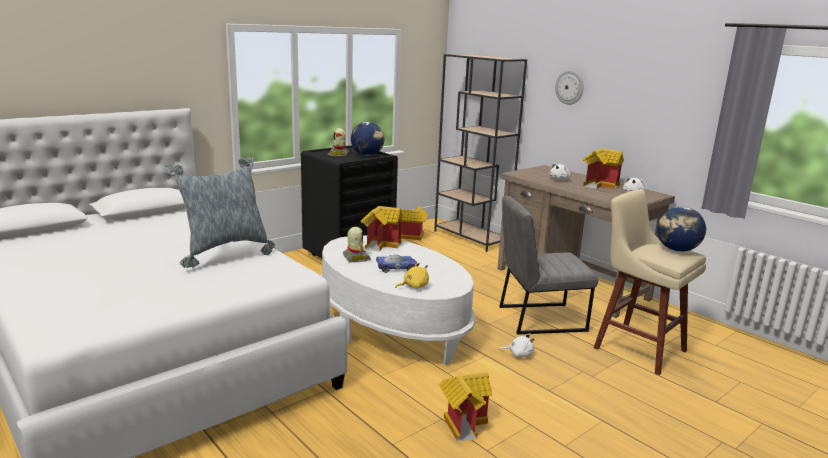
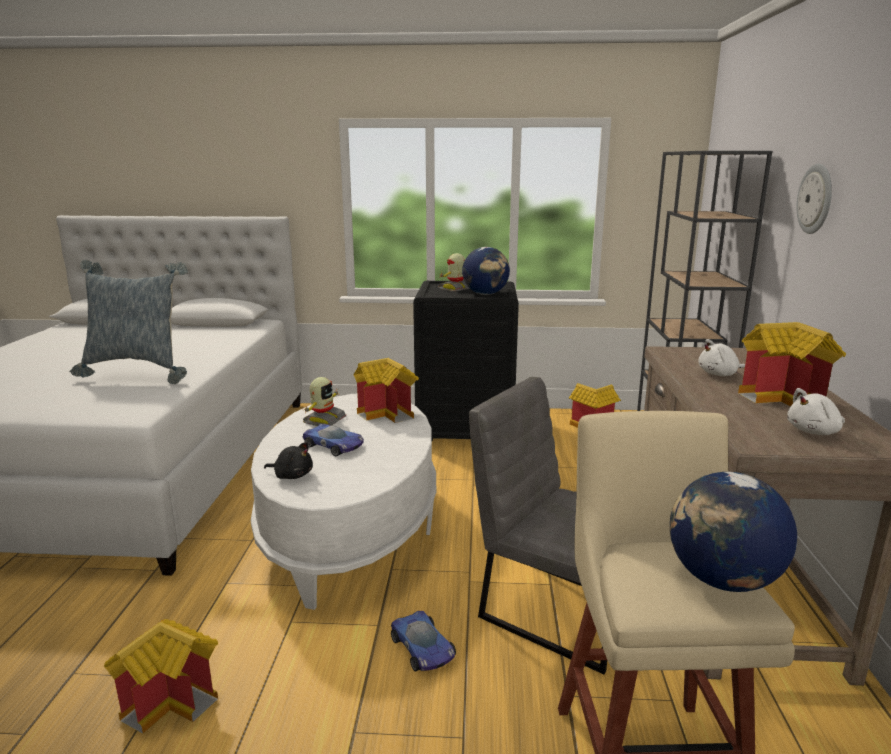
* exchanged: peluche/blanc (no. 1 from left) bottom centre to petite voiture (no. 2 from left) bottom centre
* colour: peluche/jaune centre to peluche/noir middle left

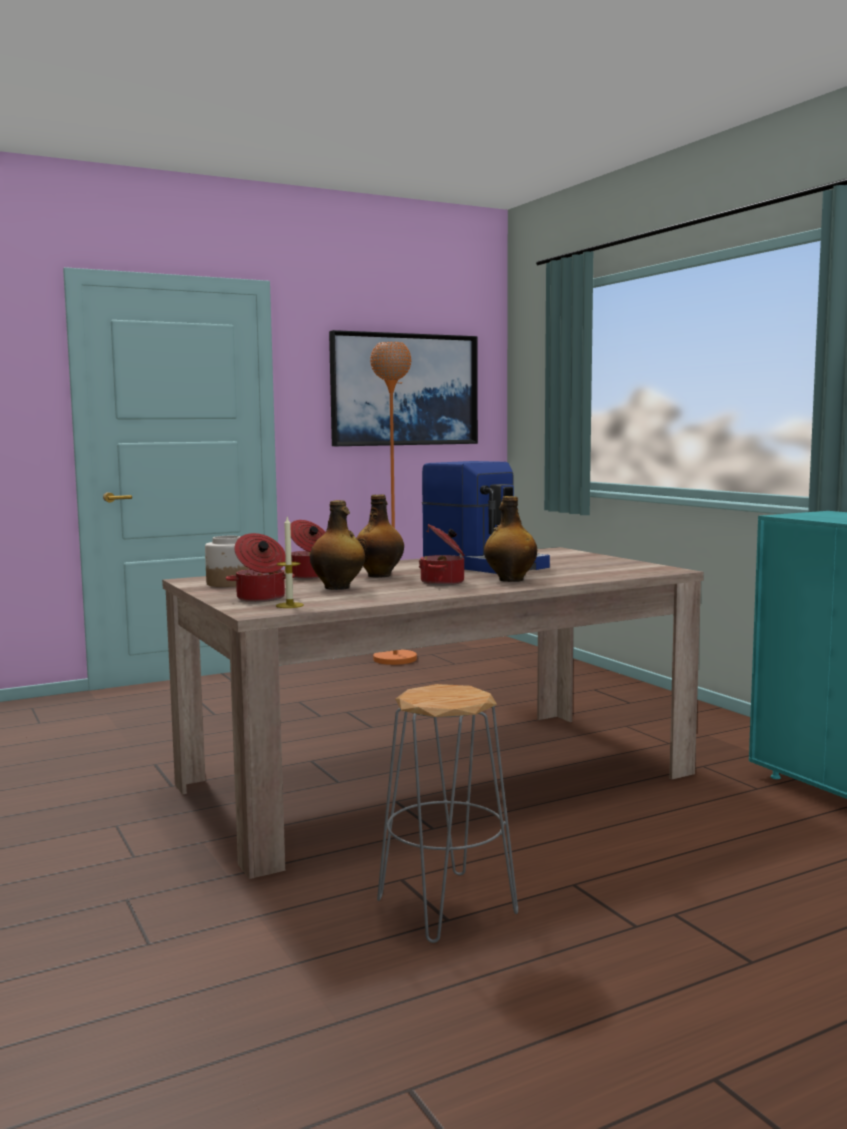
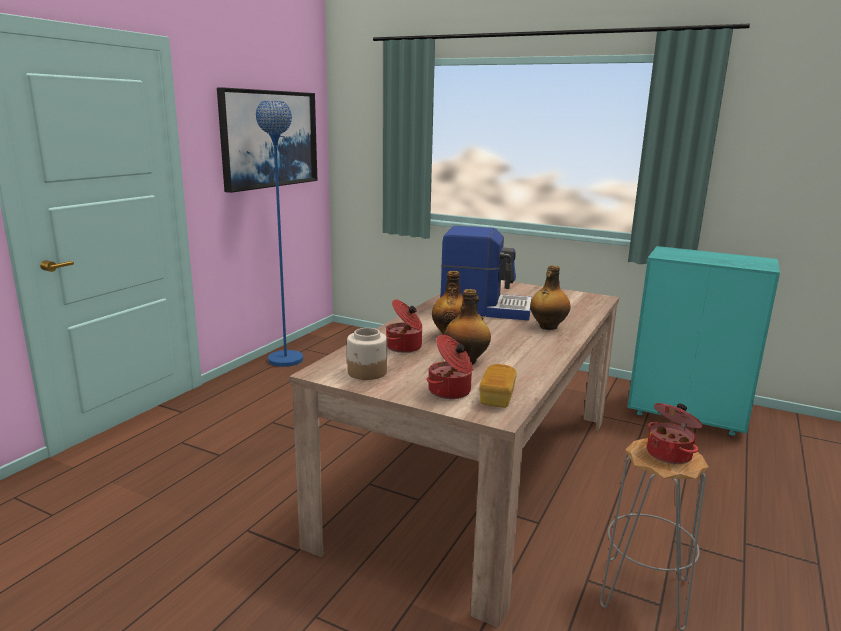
* relocated: marmite (no. 3 from left) centre to bottom right
* exchanged: bougie centre to pain centre
* colour: lampadaire/orange centre to lampadaire/bleu middle left

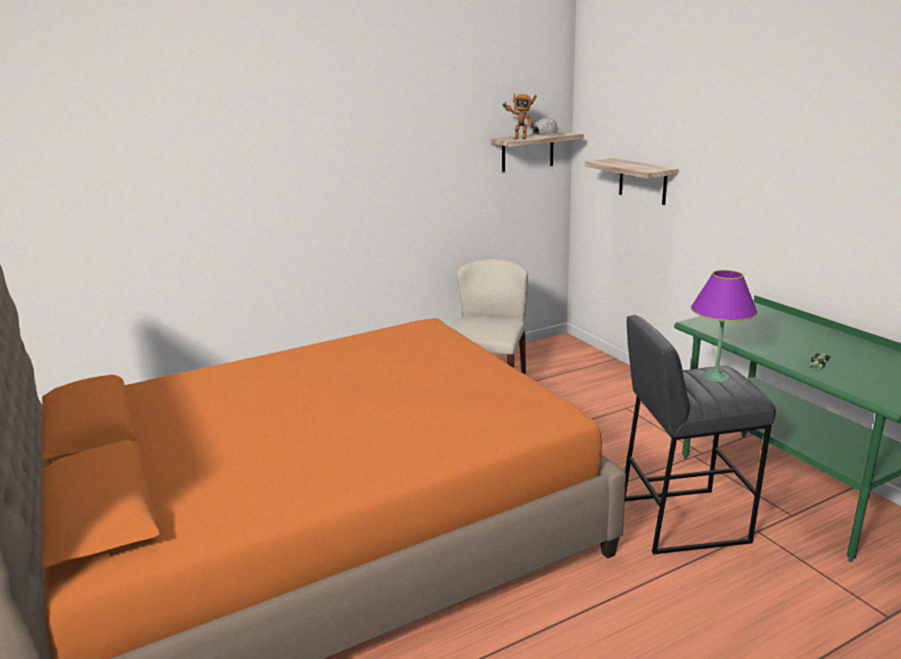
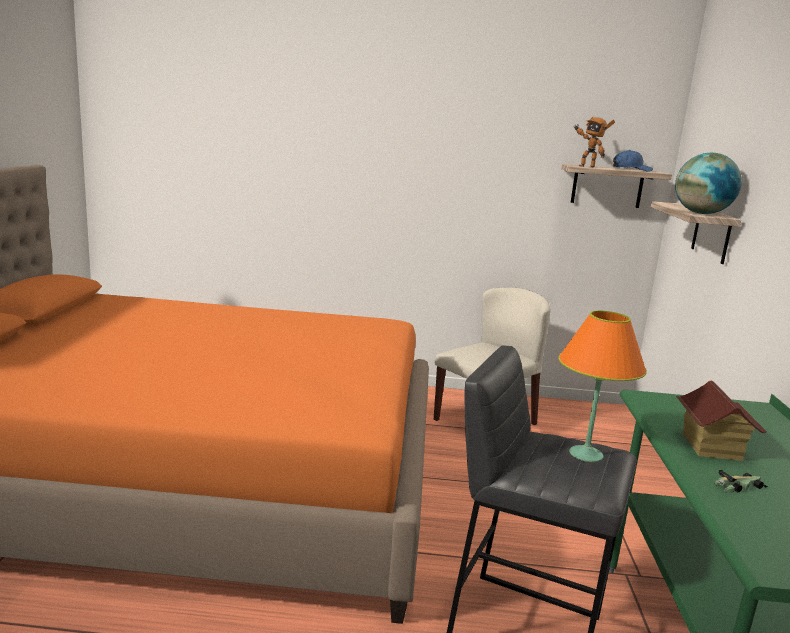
* appeared: globe top right
* appeared: maison miniature middle right
* colour: casquette/blanc top centre to casquette/bleu top right
* colour: lampe de table/violet middle right to lampe de table/orange middle right

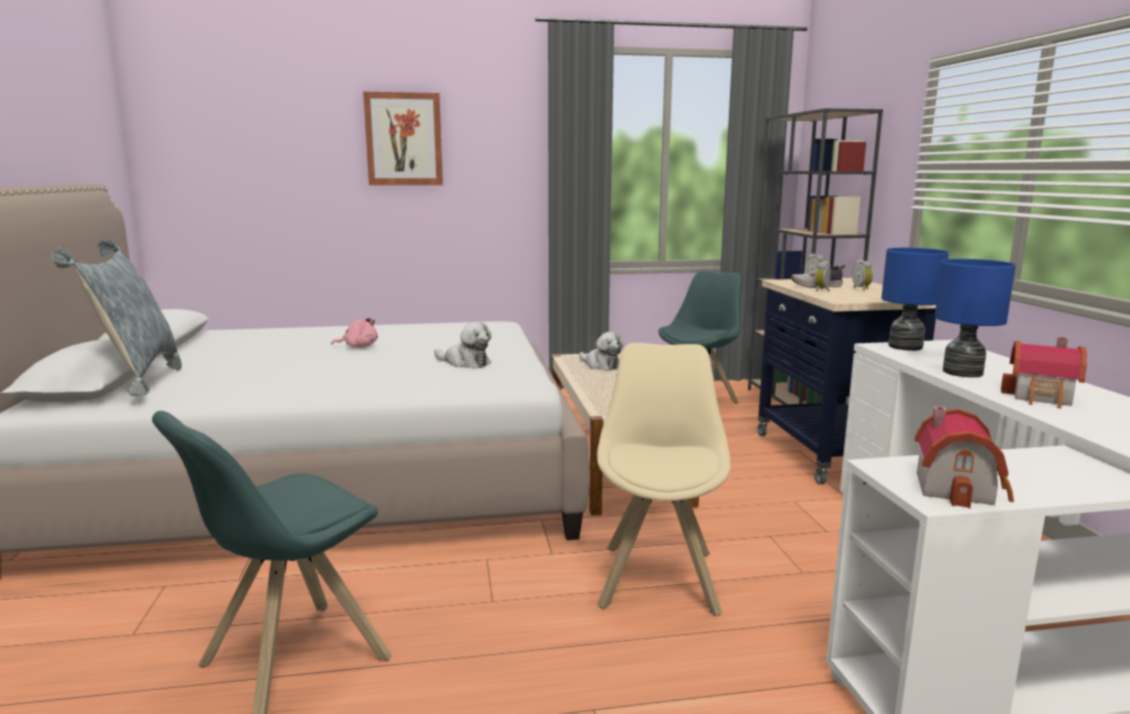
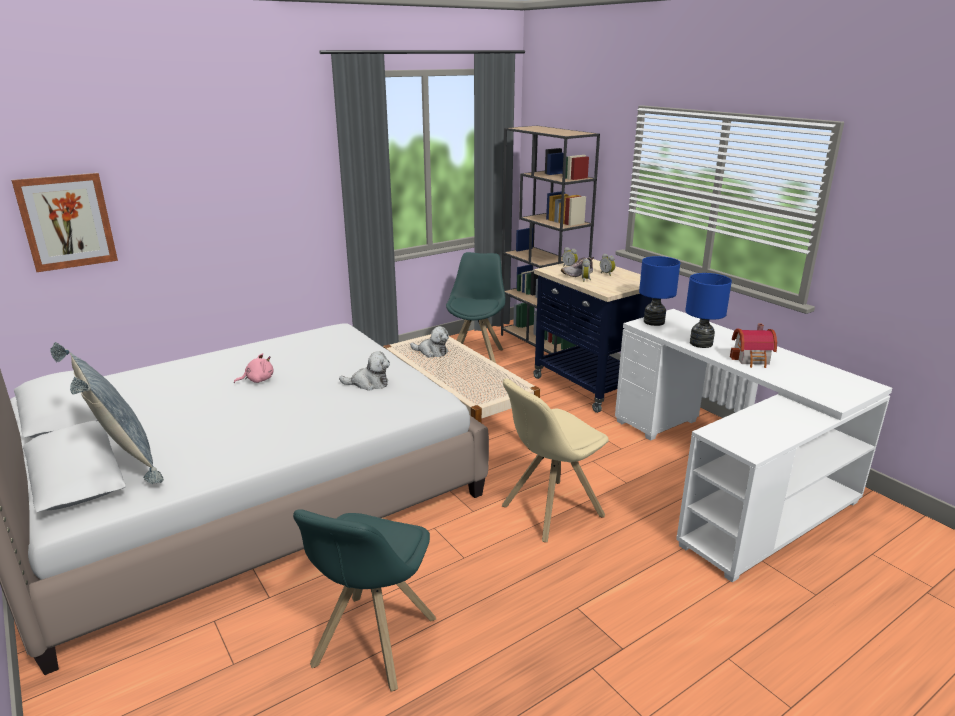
* missing: maison miniature (no. 1 from left) middle right
* relocated: tableau top centre to top left
* spun: chaise/beige bottom centre = centre 105 degrees counterclockwise

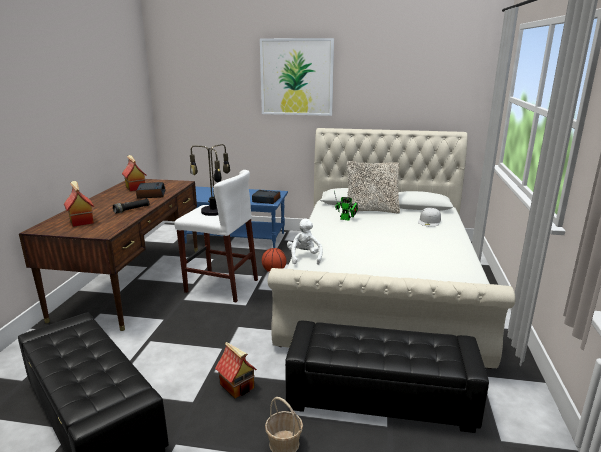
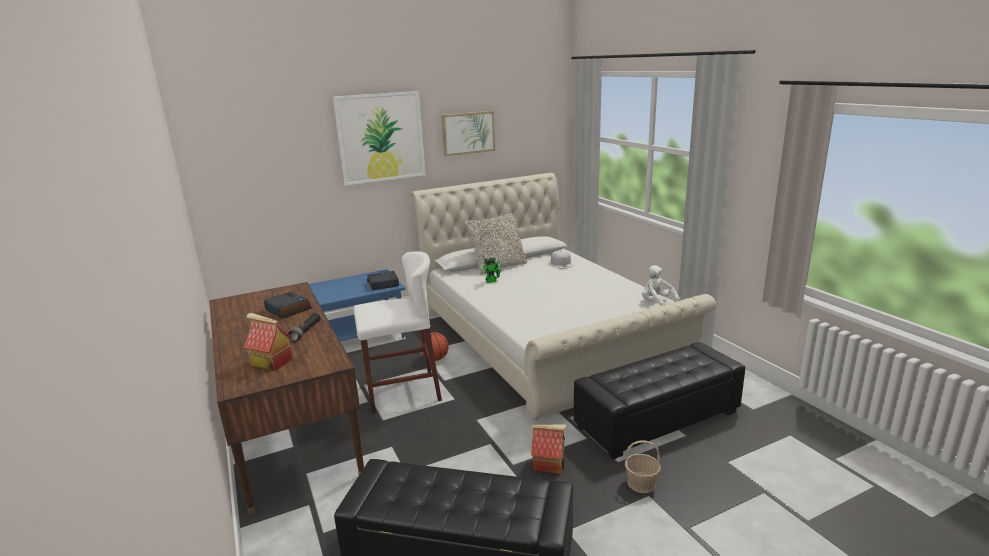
* missing: maison miniature (no. 2 from left) middle left
* missing: lampe de table centre
* appeared: tableau (no. 2 from left) top centre
* relocated: peluche/blanc centre to middle right

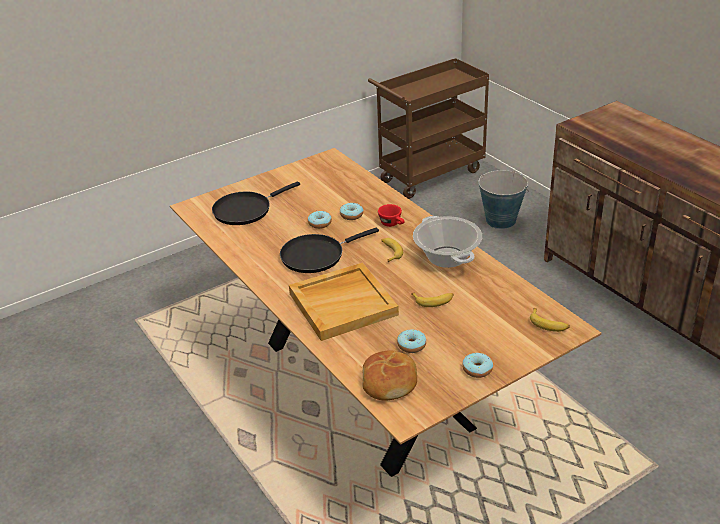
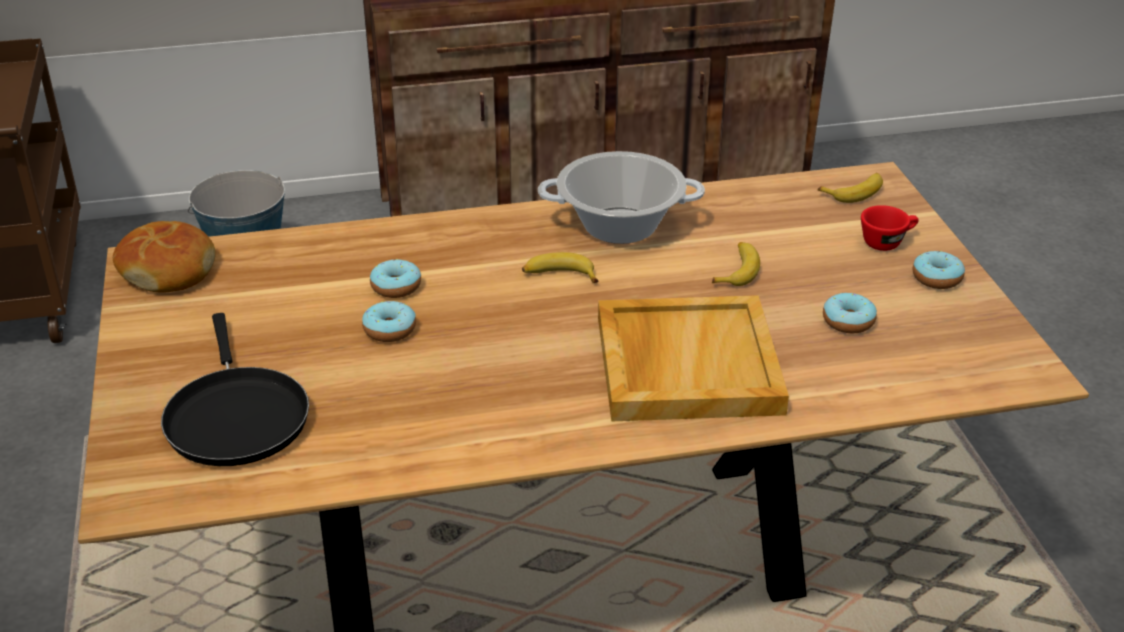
* missing: poêle/noir (no. 2 from left) centre
* relocated: pain bottom centre to middle left
* relocated: tasse/rouge centre to middle right

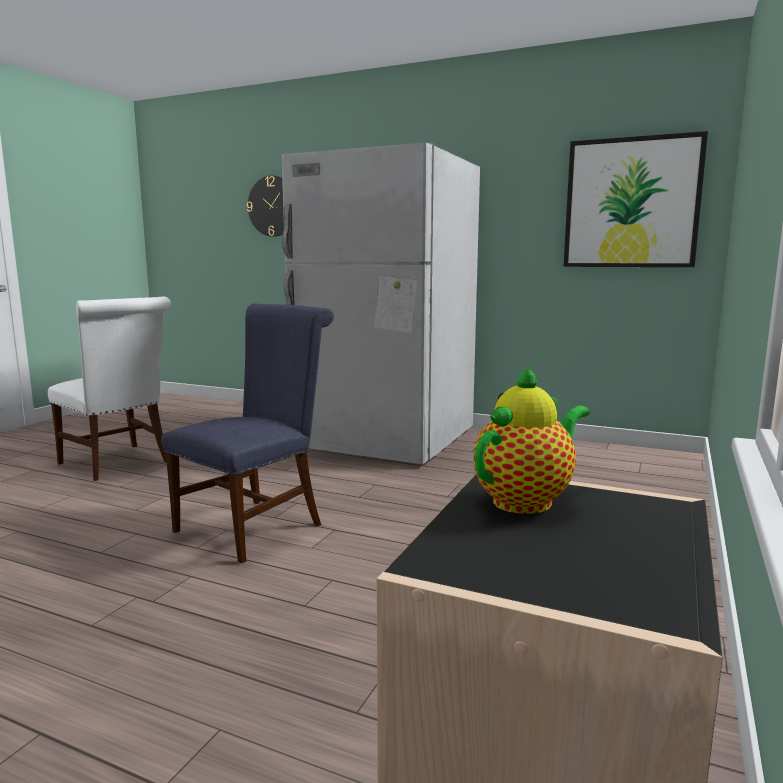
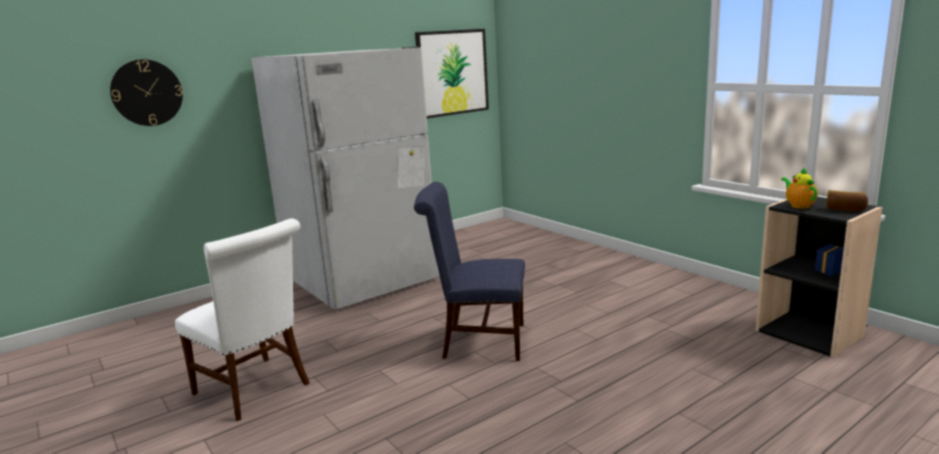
* appeared: pain middle right
* spun: chaise/blanc middle left = bottom left 60 degrees clockwise
* spun: chaise/bleu middle left = centre 60 degrees counterclockwise

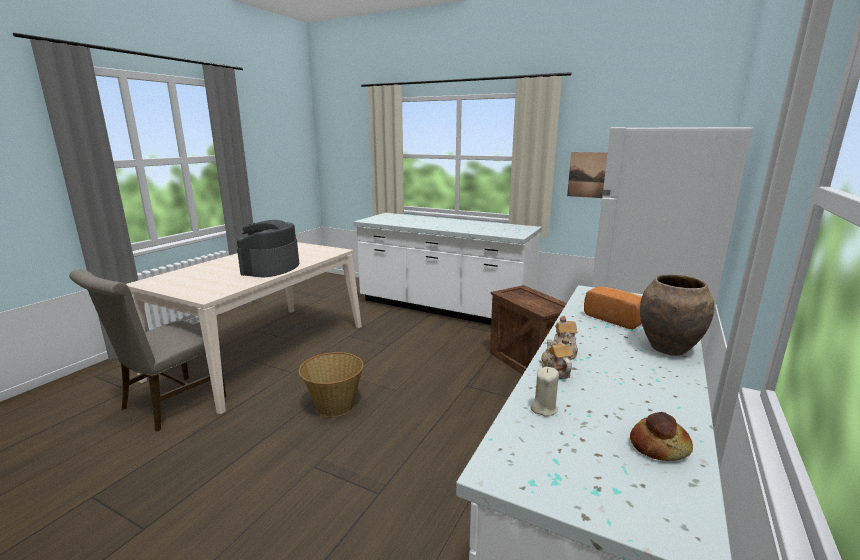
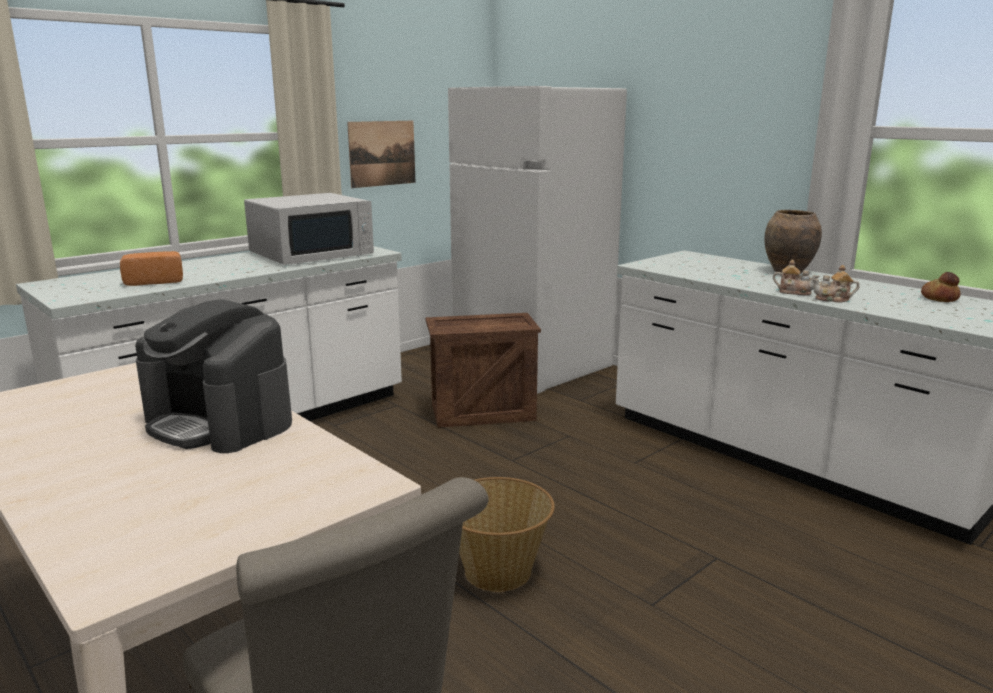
* missing: bougie/beige bottom centre
* appeared: micro-ondes/blanc top left
* relocated: pain (no. 1 from left) middle right to middle left

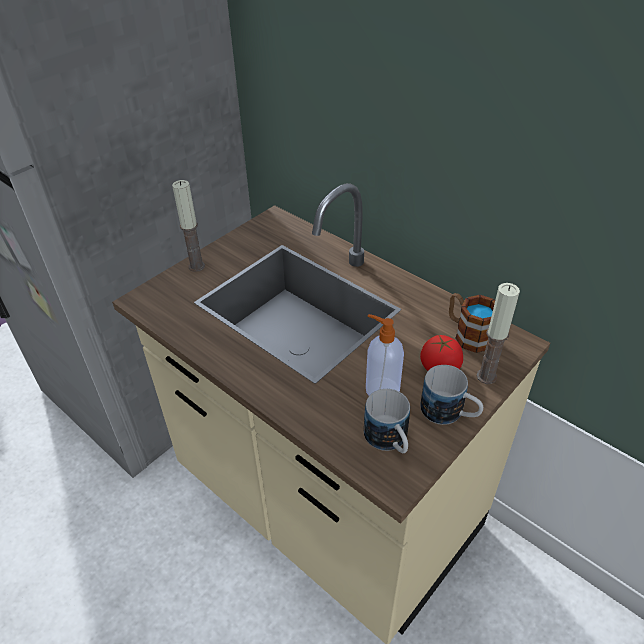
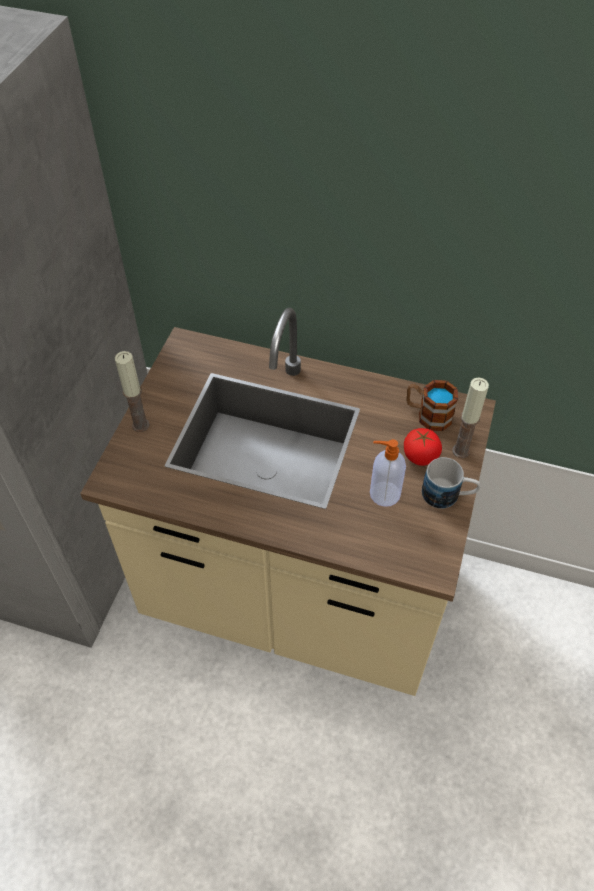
* missing: mug (no. 1 from left) centre

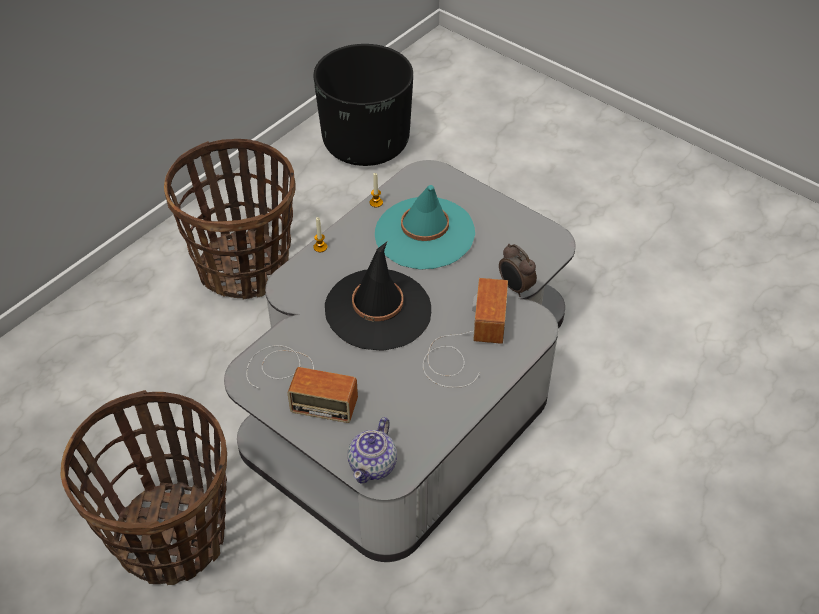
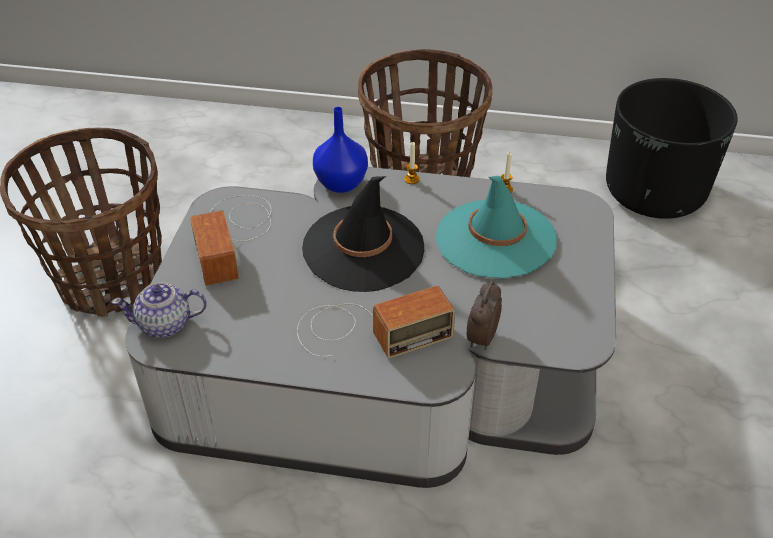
* appeared: vase/bleu top centre

